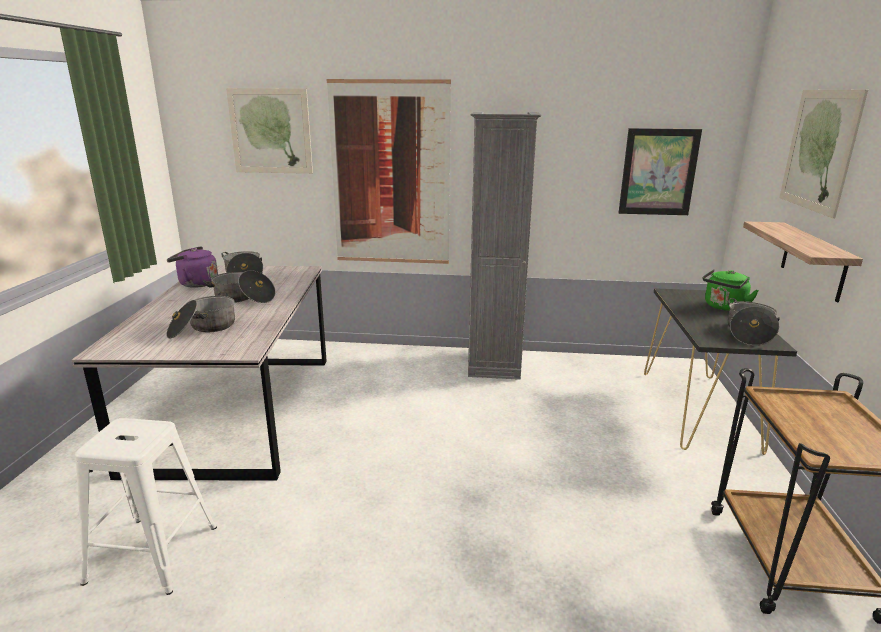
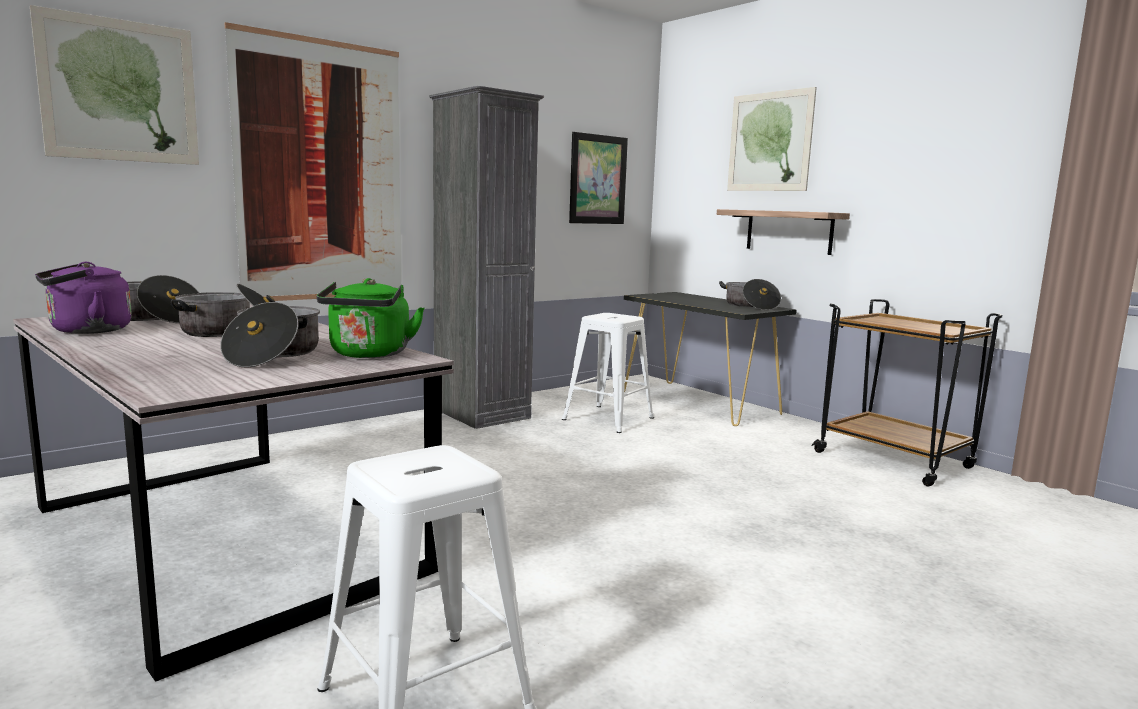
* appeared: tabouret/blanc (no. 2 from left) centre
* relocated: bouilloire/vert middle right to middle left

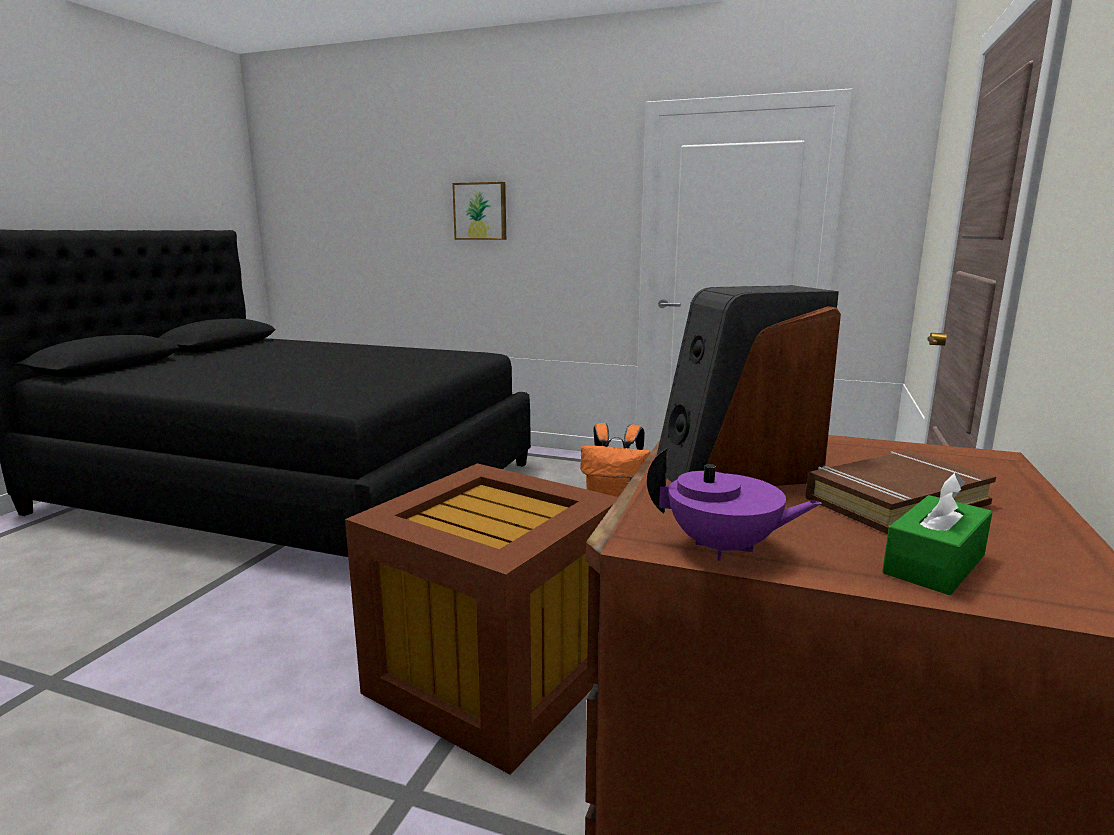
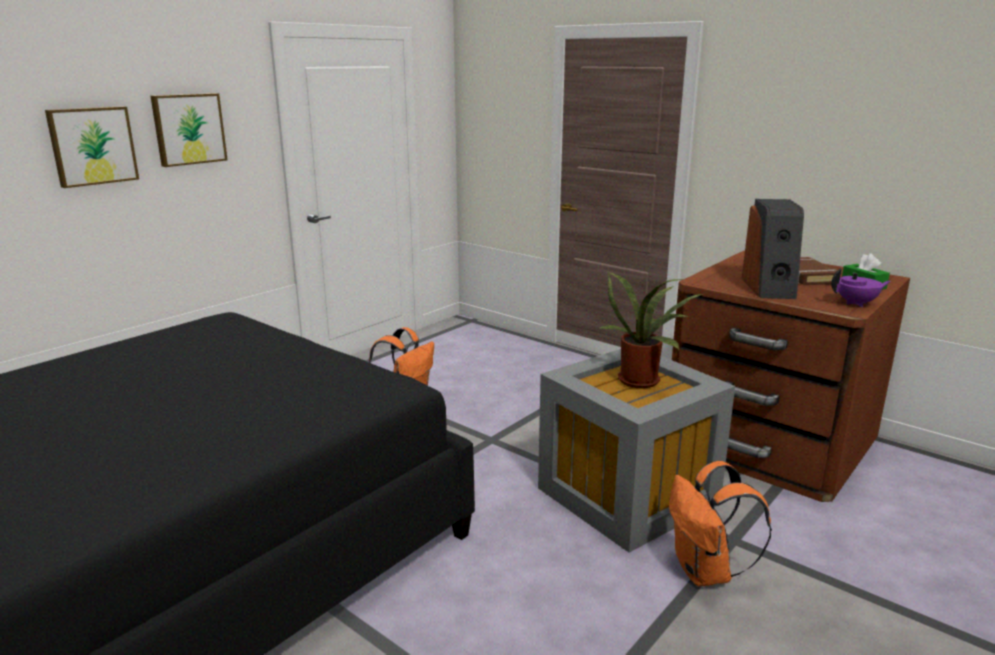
* appeared: tableau (no. 2 from left) top left
* appeared: plante en pot centre
* appeared: sac à dos/orange (no. 2 from left) bottom right
* colour: boîte de rangement/marron bottom centre to boîte de rangement/gris bottom centre
* spun: théière/violet centre = middle right 45 degrees clockwise

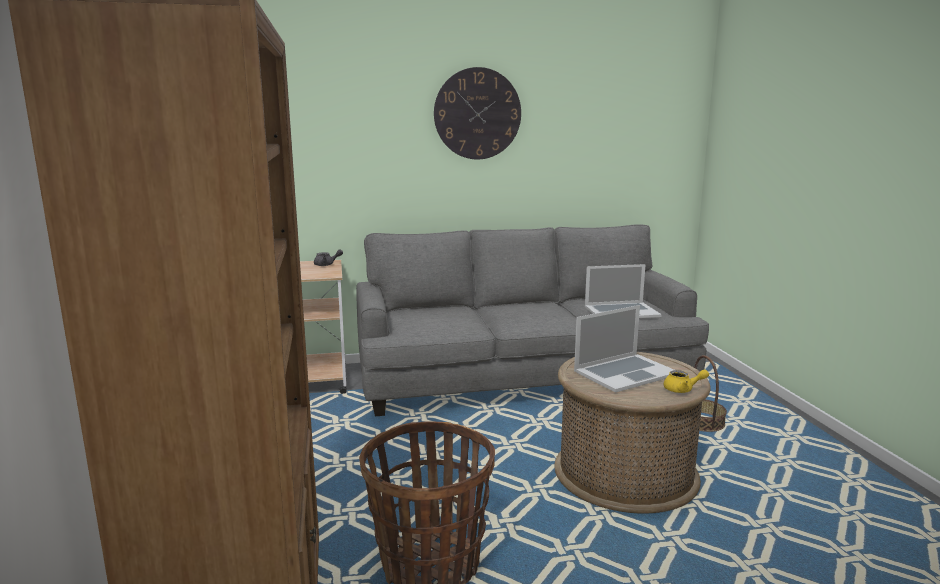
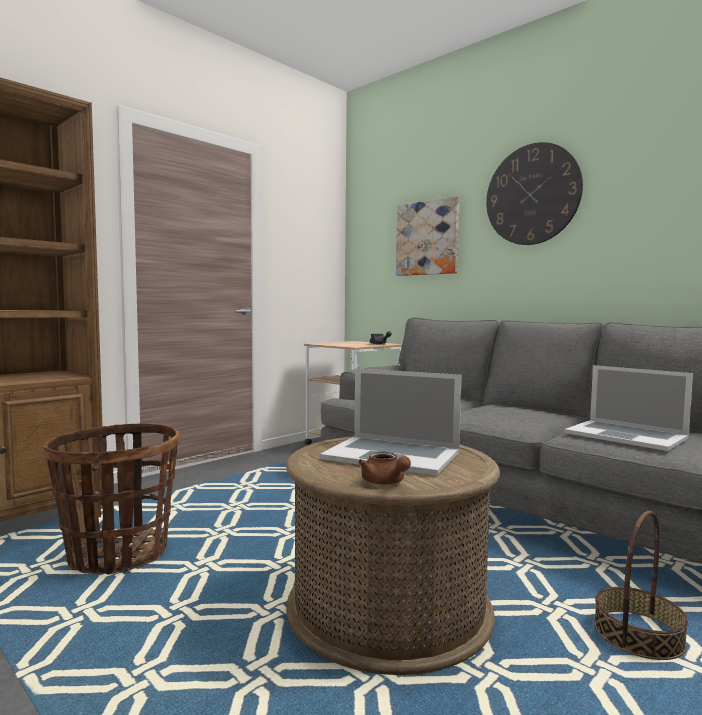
* appeared: tableau top centre
* colour: théière/jaune middle right to théière/marron centre

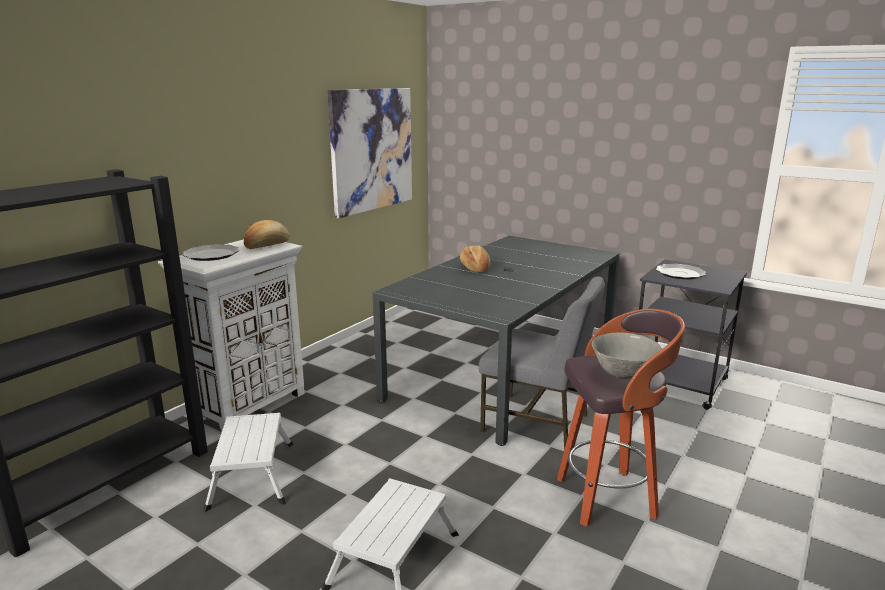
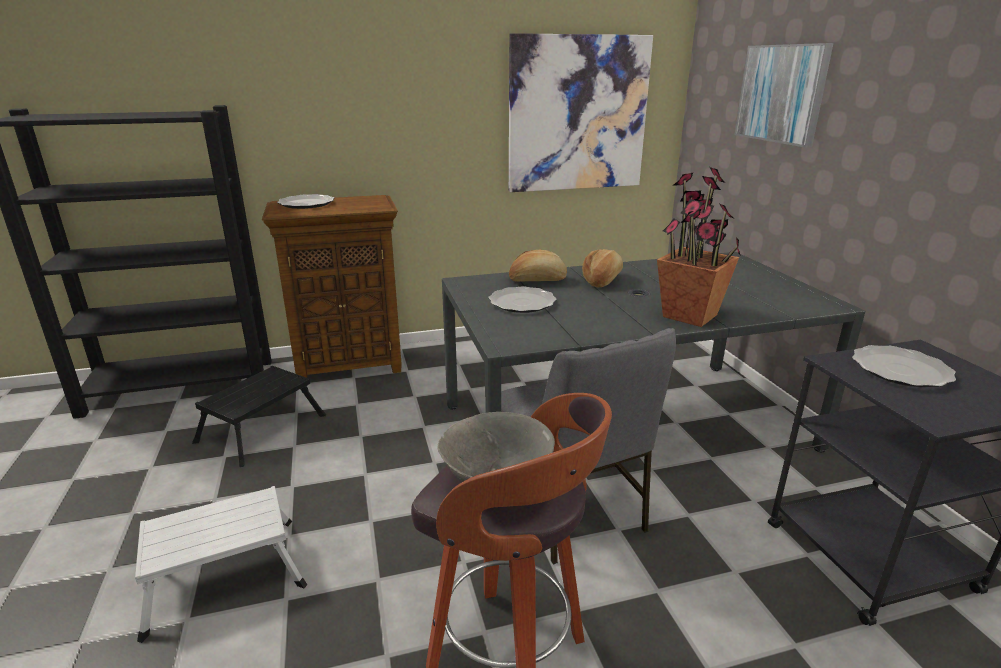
* appeared: assiette (no. 2 from left) centre
* appeared: plante en pot middle right
* appeared: tableau (no. 2 from left) top right
* relocated: pain (no. 1 from left) middle left to centre
* colour: meuble de rangement/blanc middle left to meuble de rangement/marron middle left
* colour: escabeau/blanc (no. 1 from left) bottom left to escabeau/noir middle left

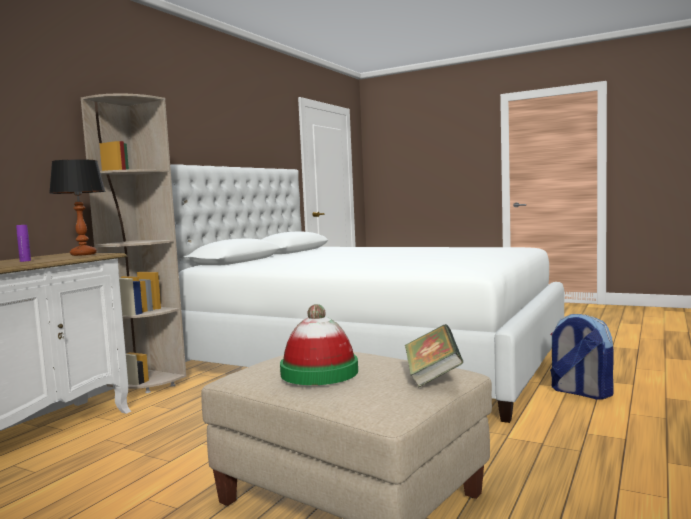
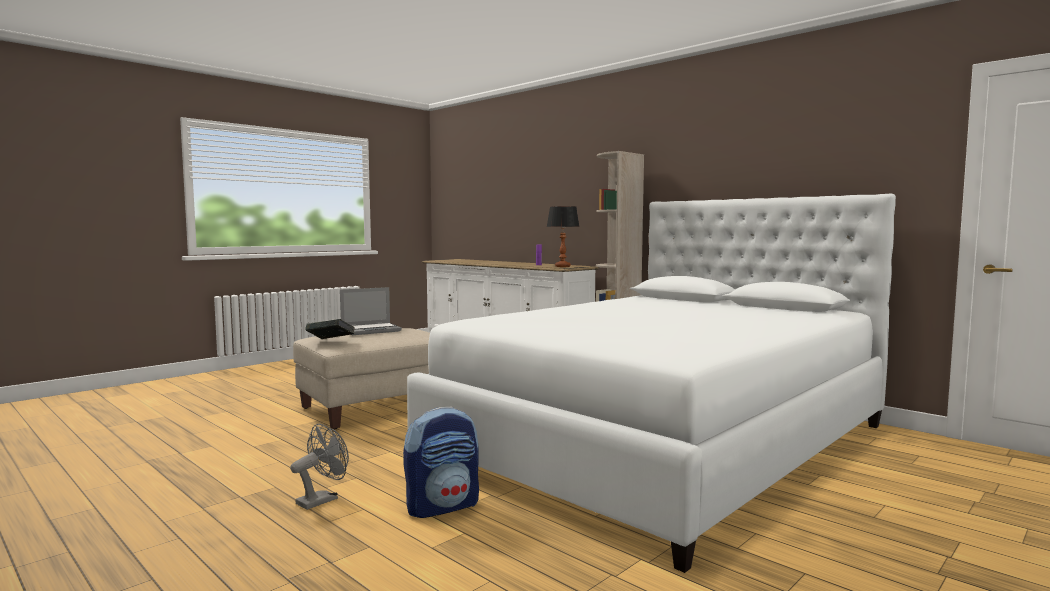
* appeared: ventilateur/gris bottom left
* exchanged: chapeau centre to ordinateur portable centre

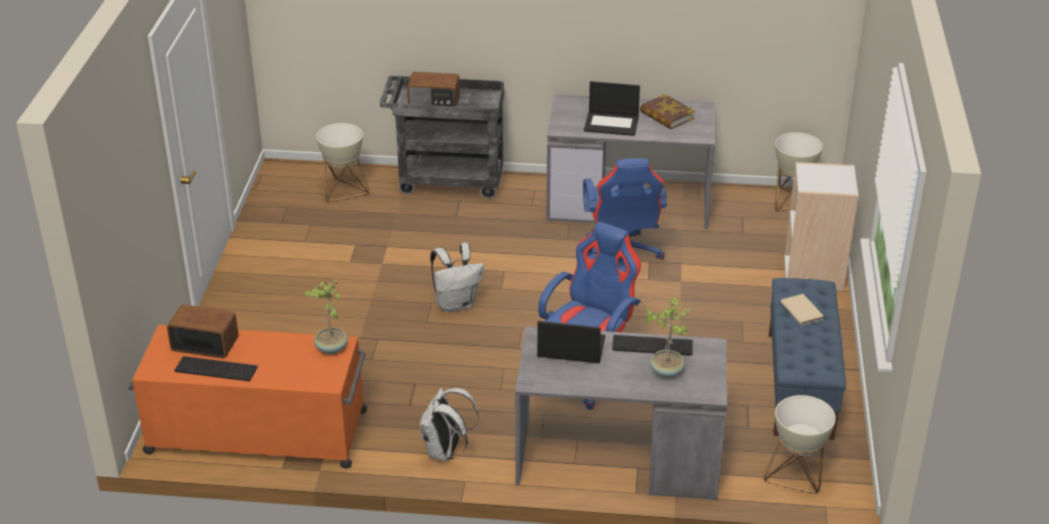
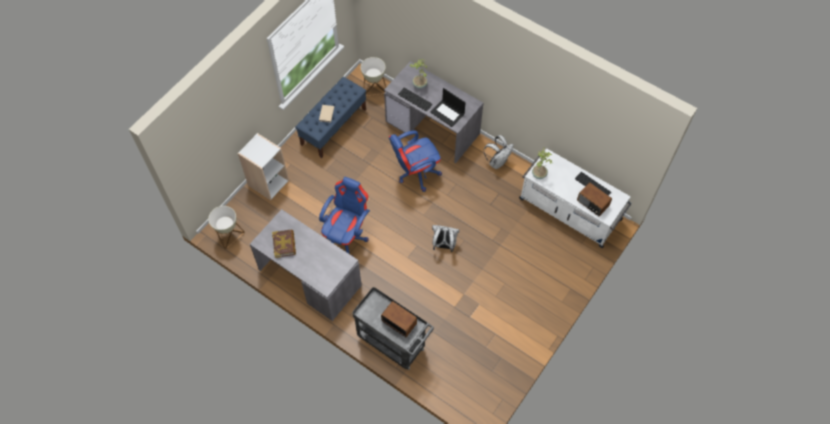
* missing: cache-pot (no. 1 from left) top left
* missing: ordinateur portable (no. 2 from left) top centre
* colour: meuble de rangement/orange bottom left to meuble de rangement/blanc middle right

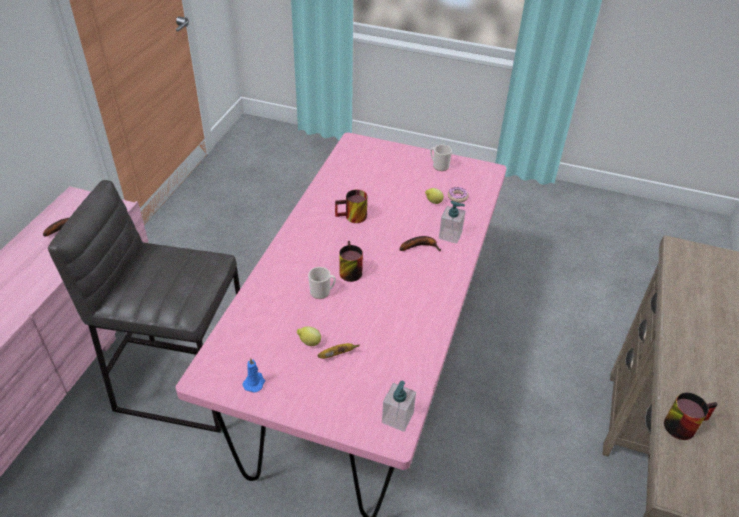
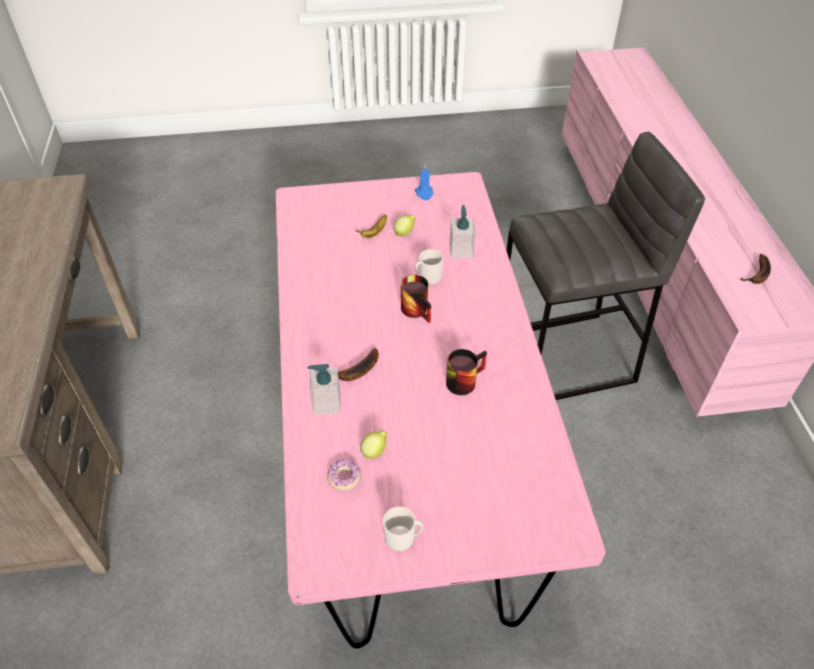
* missing: mug (no. 5 from left) bottom right
* relocated: distributeur de savon (no. 1 from left in the first image) bottom centre to distributeur de savon (no. 2 from left) centre

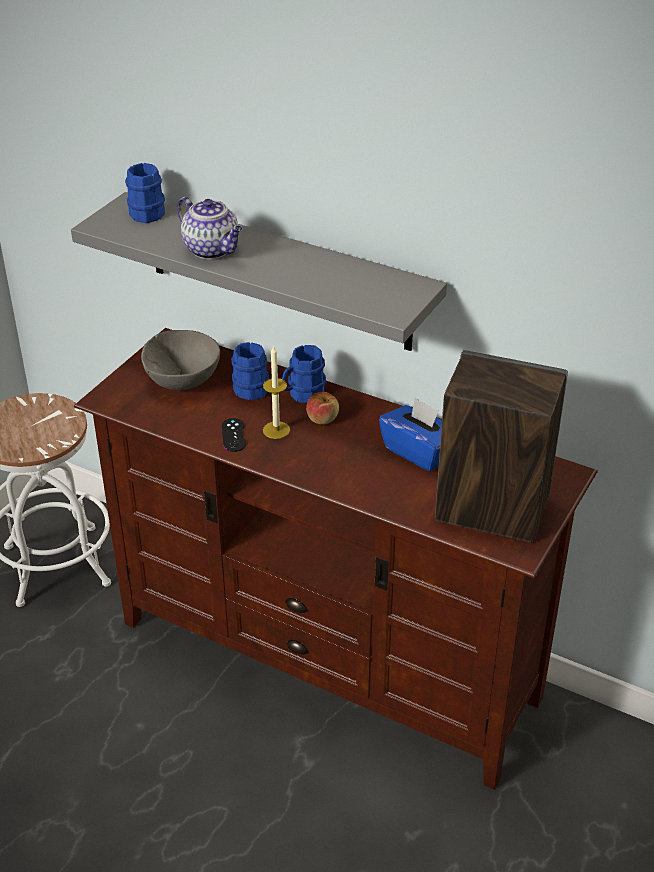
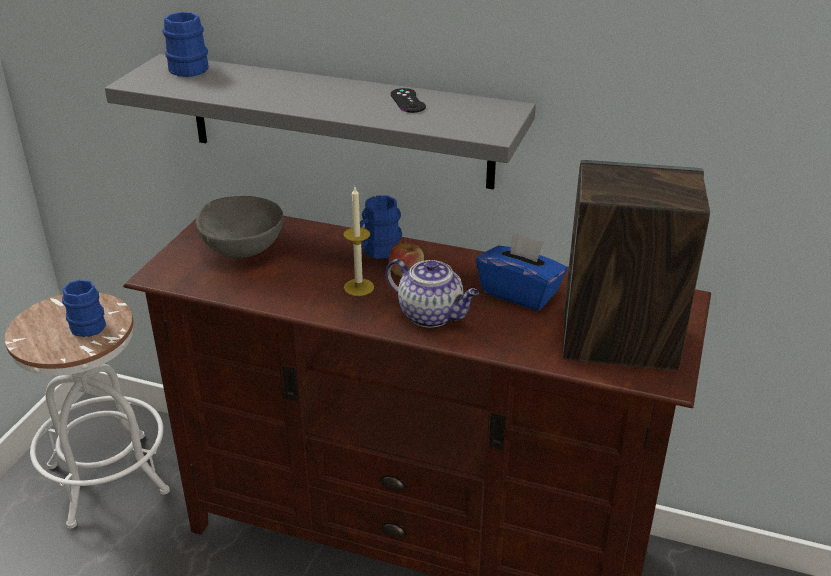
* relocated: théière top left to centre
* relocated: manette/noir centre to top centre
* relocated: mug/bleu (no. 2 from left in the first image) centre to mug/bleu (no. 1 from left) middle left

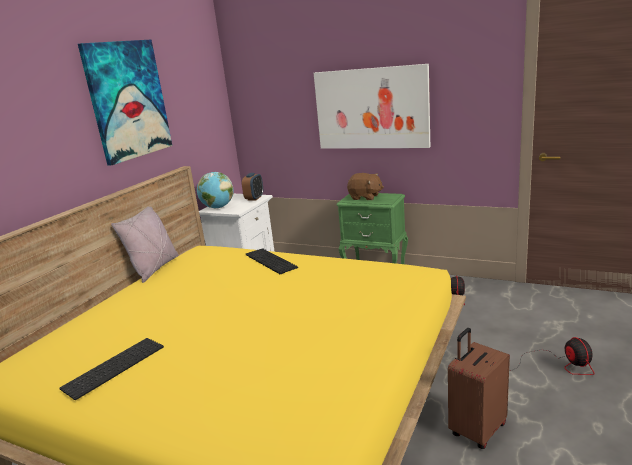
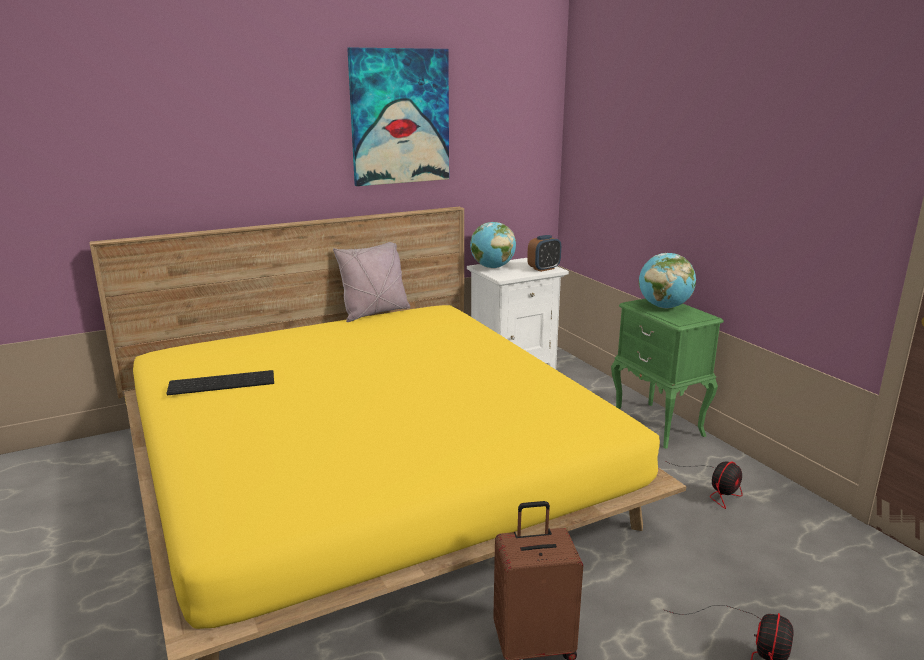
* missing: clavier (no. 2 from left) centre
* missing: tableau (no. 2 from left) top centre
* exchanged: peluche/marron centre to globe (no. 2 from left) middle right

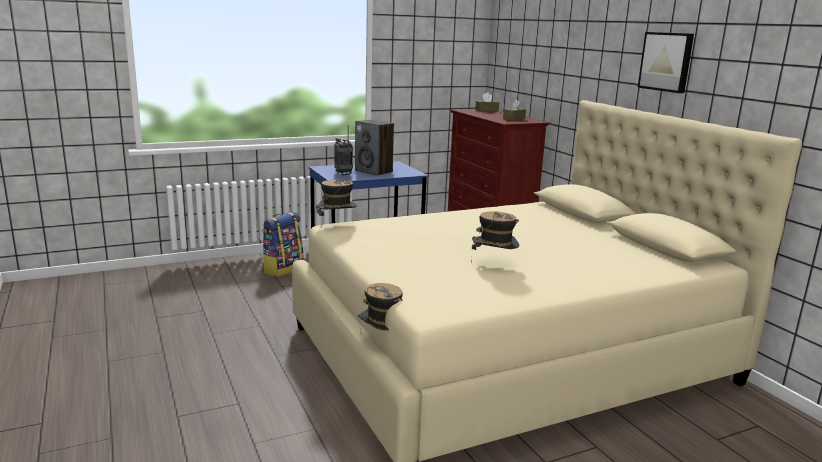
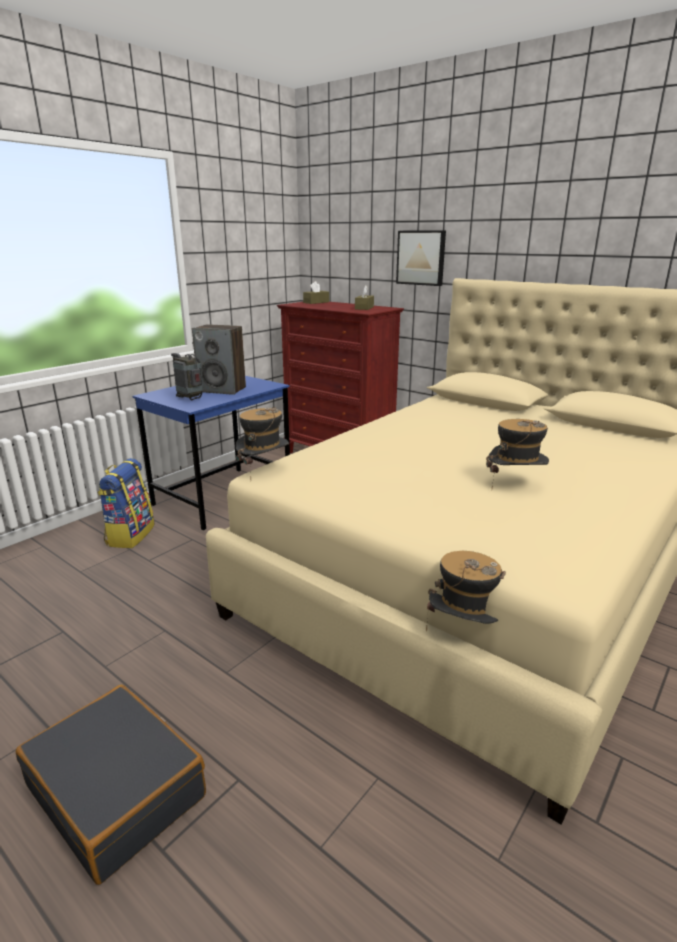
* appeared: valise/noir bottom left
* relocated: tableau top right to top centre

